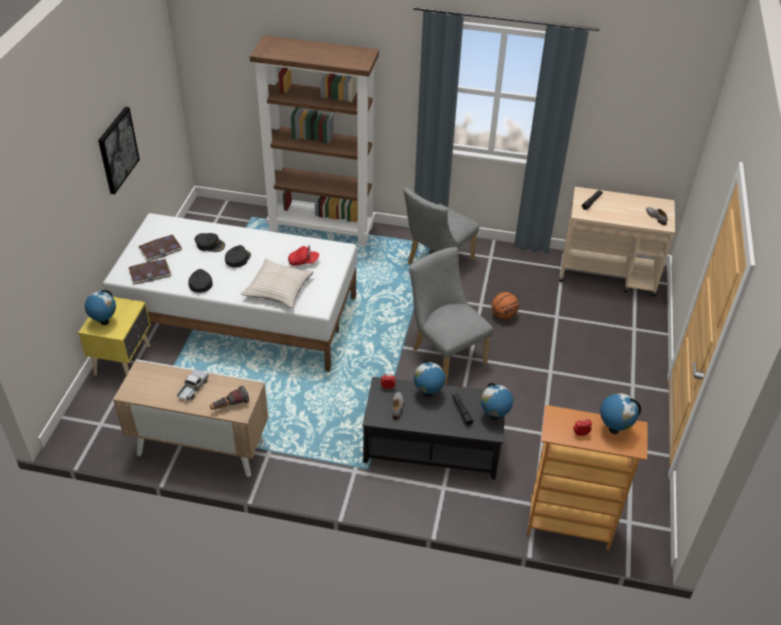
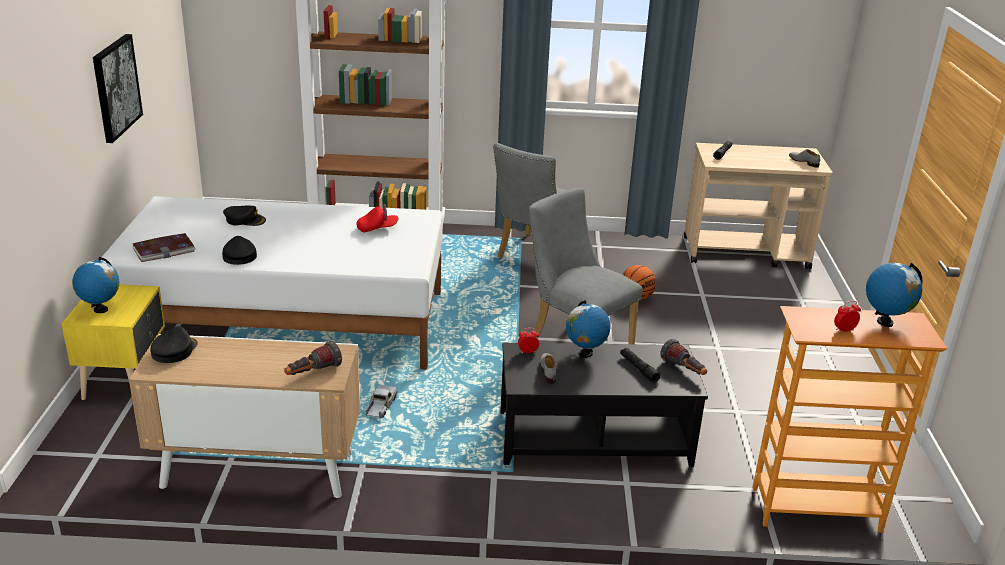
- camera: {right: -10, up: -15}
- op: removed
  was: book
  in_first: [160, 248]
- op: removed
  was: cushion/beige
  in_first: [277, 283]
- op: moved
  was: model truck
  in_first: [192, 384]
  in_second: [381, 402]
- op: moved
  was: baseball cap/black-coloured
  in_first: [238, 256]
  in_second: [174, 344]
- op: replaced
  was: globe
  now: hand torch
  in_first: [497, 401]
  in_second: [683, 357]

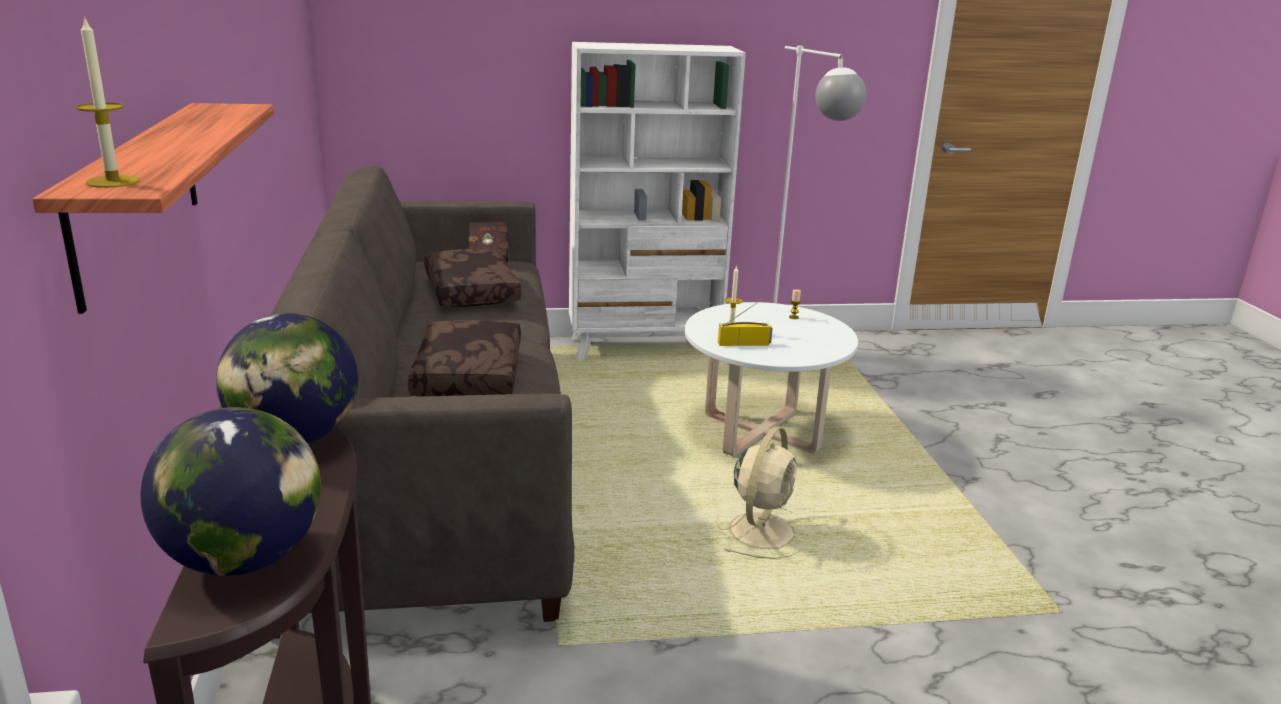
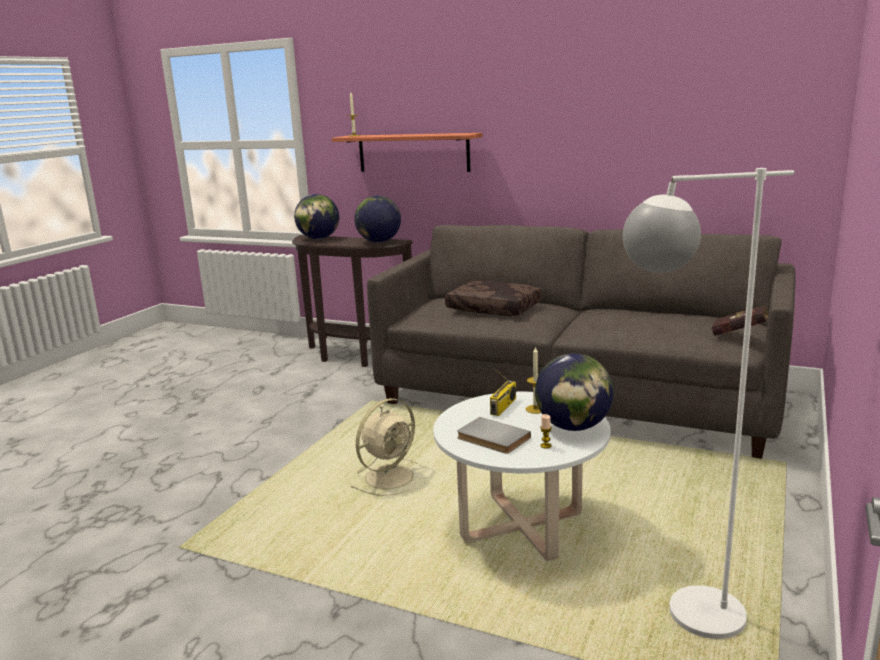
- camera: {right: 125, up: -5}
- op: removed
  was: cushion/brown-coloured
  in_first: [472, 277]
- op: removed
  was: bookcase/white
  in_first: [657, 201]
- op: added
  now: book/greyish
  in_second: [494, 435]
- op: added
  now: globe
  in_second: [574, 392]
- op: turned
  was: electric fan/beige
  in_first: [762, 492]
  in_second: [388, 447]
  clockwise: -105

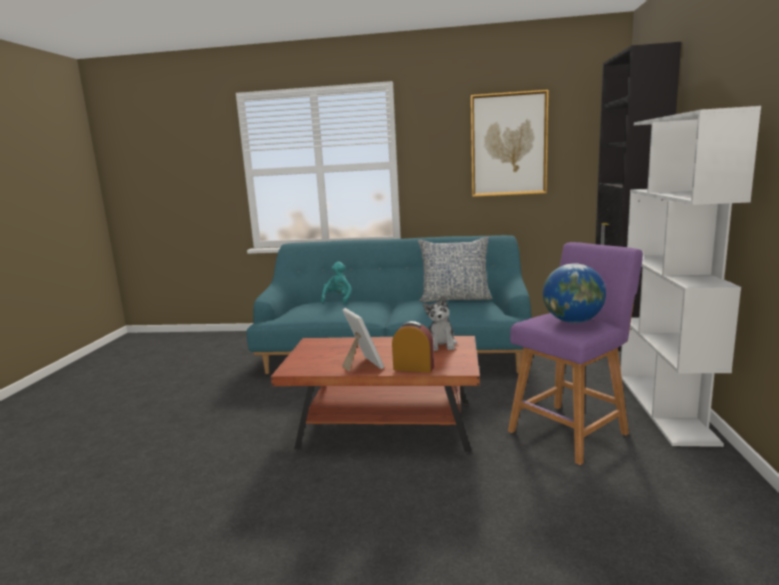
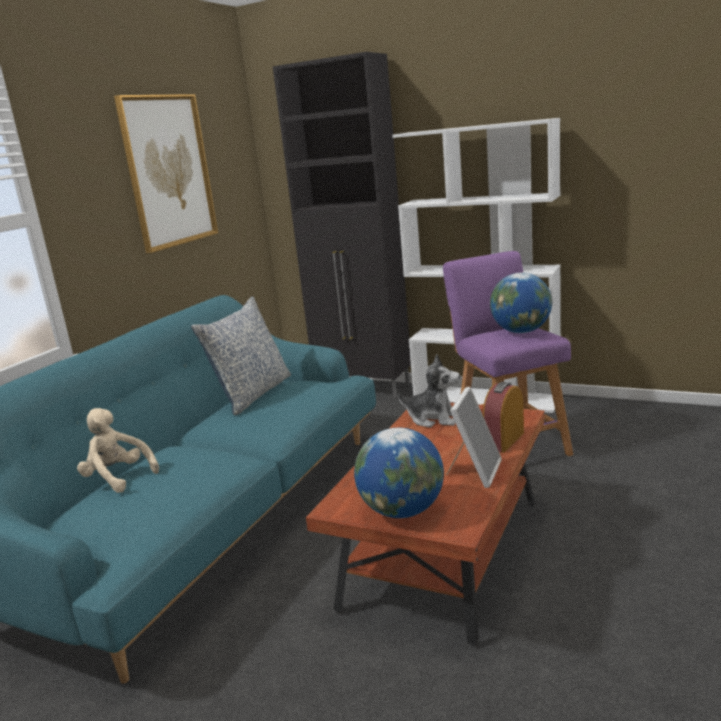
- camera: {right: -70, up: 5}
- op: added
  now: globe
  in_second: [399, 473]
- op: recoloured
  was: cuddly toy/turquoise-coloured
  now: cuddly toy/beige
  in_first: [336, 283]
  in_second: [118, 450]
- op: turned
  was: photo frame
  in_first: [363, 340]
  in_second: [474, 437]
  clockwise: 120

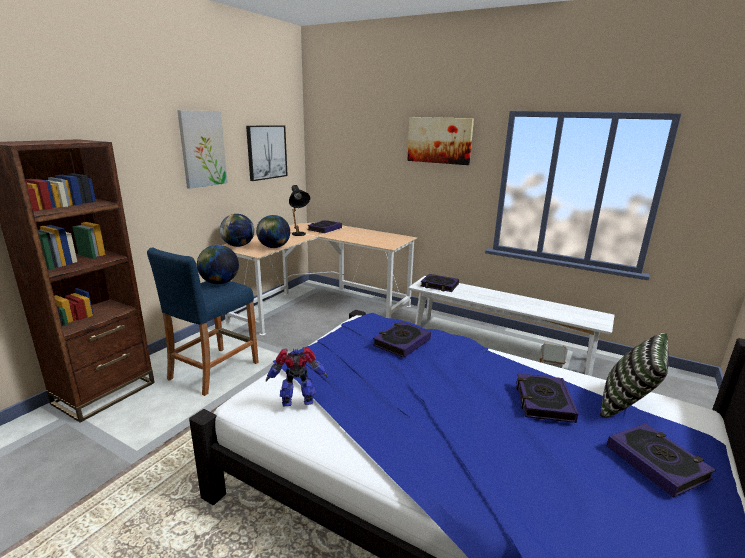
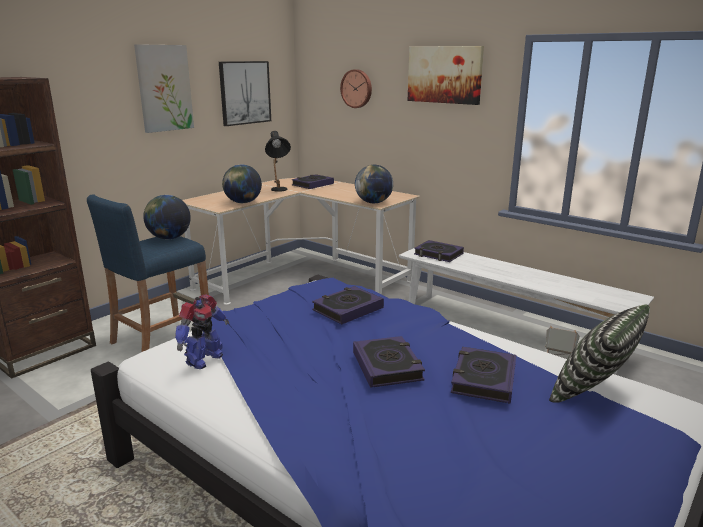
- camera: {right: 10, up: 0}
- op: added
  now: wall clock
  in_second: [356, 88]
- op: moved
  was: globe
  in_first: [237, 230]
  in_second: [374, 184]
- op: moved
  was: book
  in_first: [661, 460]
  in_second: [389, 362]
- op: turned
  was: toy robot
  in_first: [297, 377]
  in_second: [202, 331]
  clockwise: 120

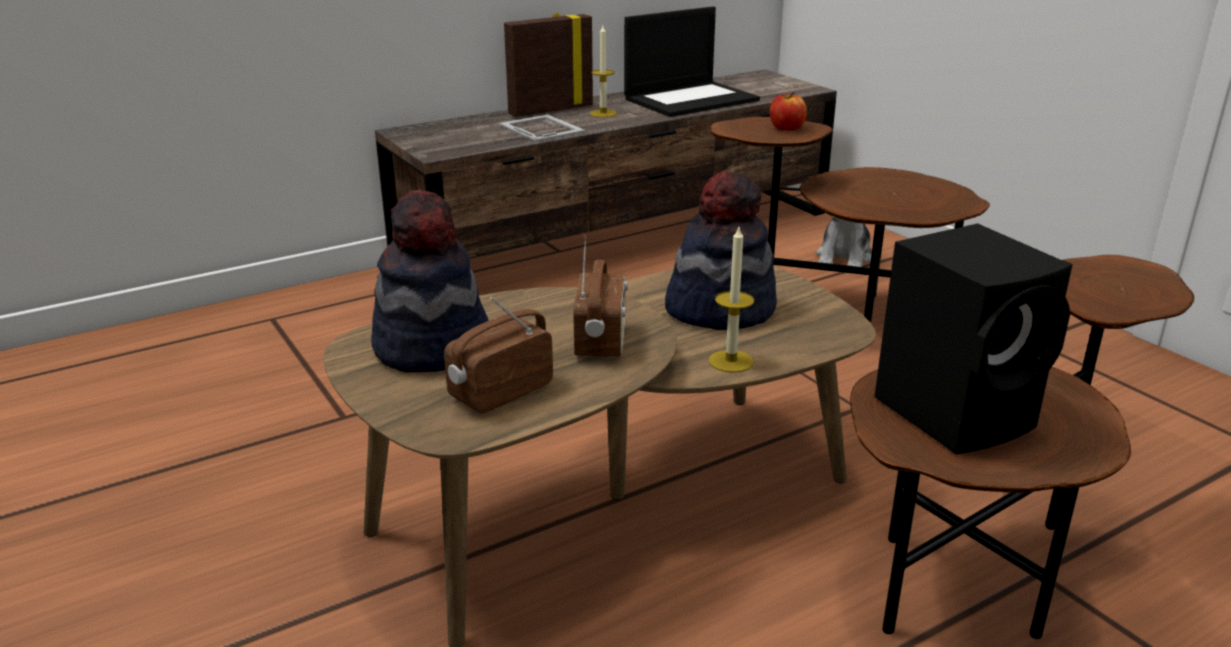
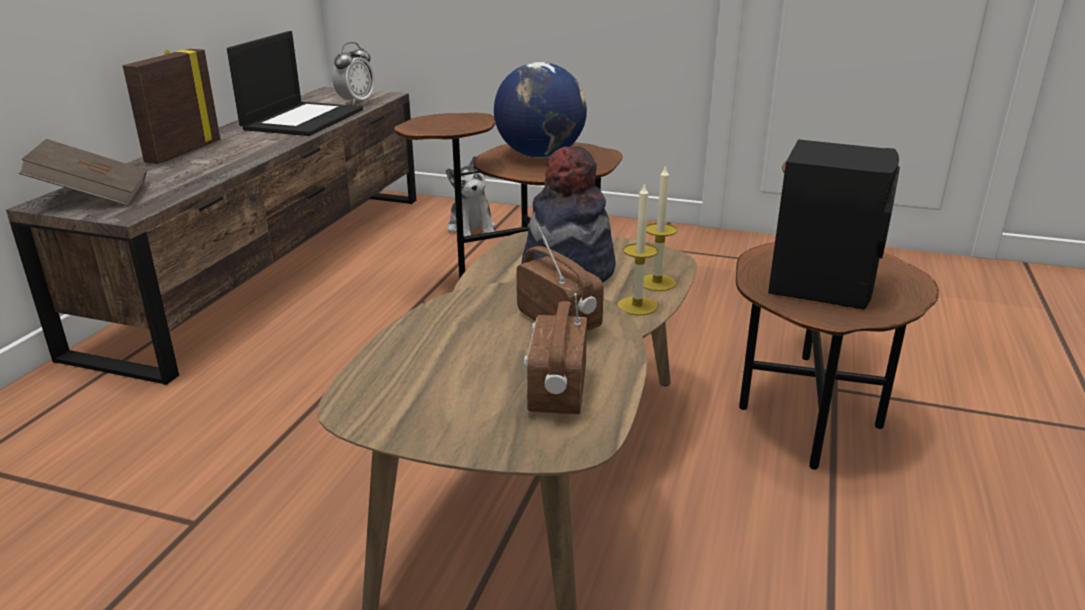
- camera: {right: -40, up: 0}
- op: removed
  was: clothing hat
  in_first: [430, 281]
- op: removed
  was: photo frame
  in_first: [542, 128]
- op: removed
  was: apple fruit
  in_first: [788, 111]
- op: added
  now: book/brown-coloured
  in_second: [83, 172]
- op: added
  now: alarm clock
  in_second: [353, 73]
- op: added
  now: globe
  in_second: [540, 110]
- op: moved
  was: wax light
  in_first: [603, 71]
  in_second: [660, 228]

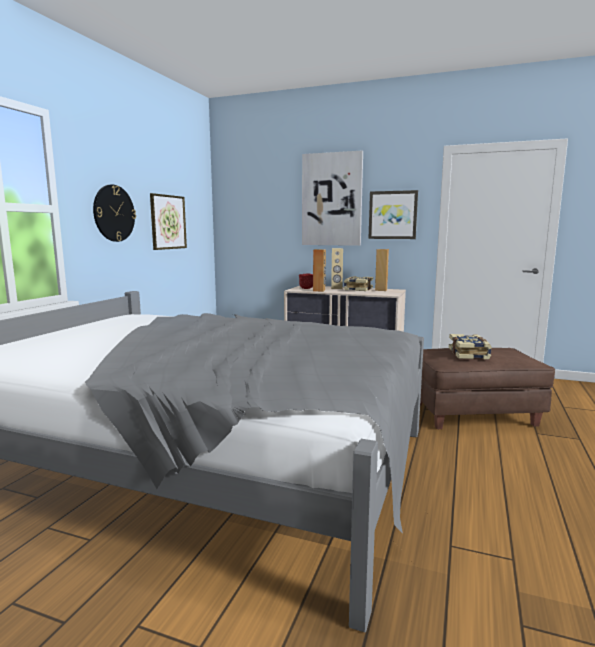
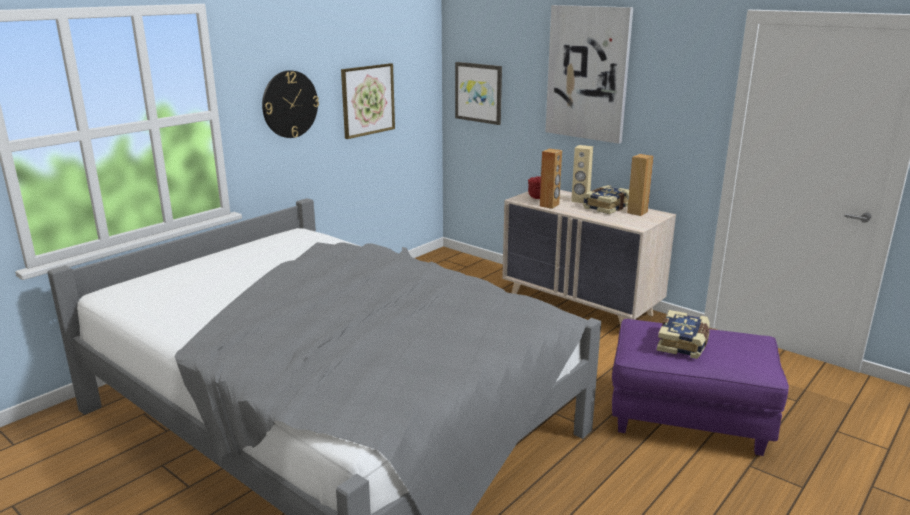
- camera: {right: 20, up: 10}
- op: moved
  was: wall art
  in_first: [393, 214]
  in_second: [478, 93]
- op: recoloured
  was: pouffe/brown-coloured
  now: pouffe/purple
  in_first: [487, 388]
  in_second: [700, 387]

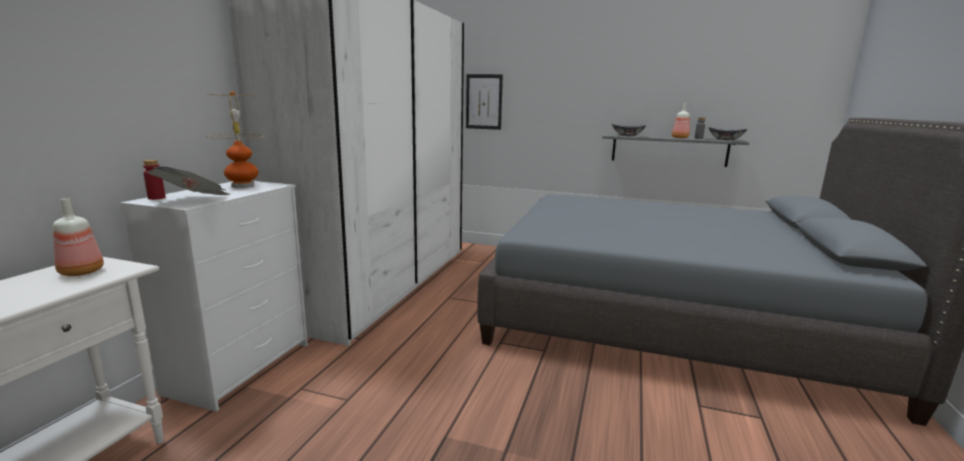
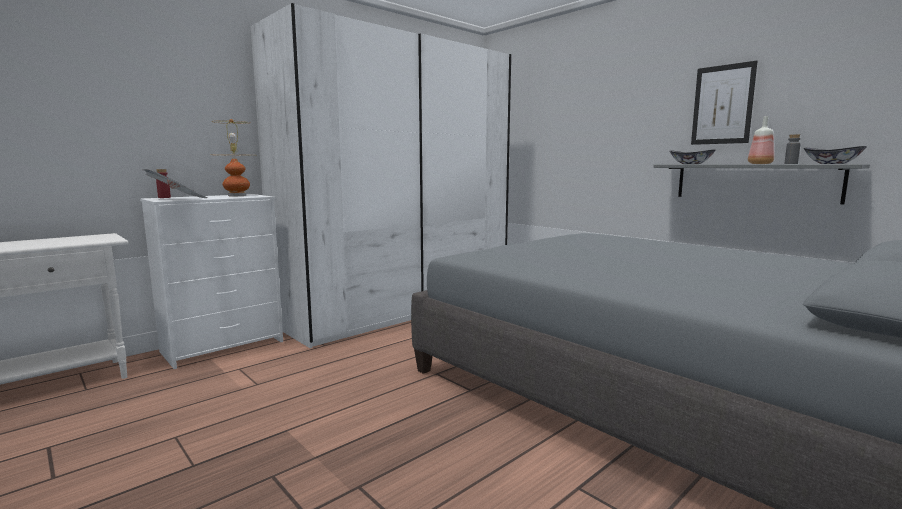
- camera: {right: 30, up: -5}
- op: removed
  was: drink bottle
  in_first: [78, 237]
- op: moved
  was: wall art
  in_first: [484, 102]
  in_second: [724, 103]

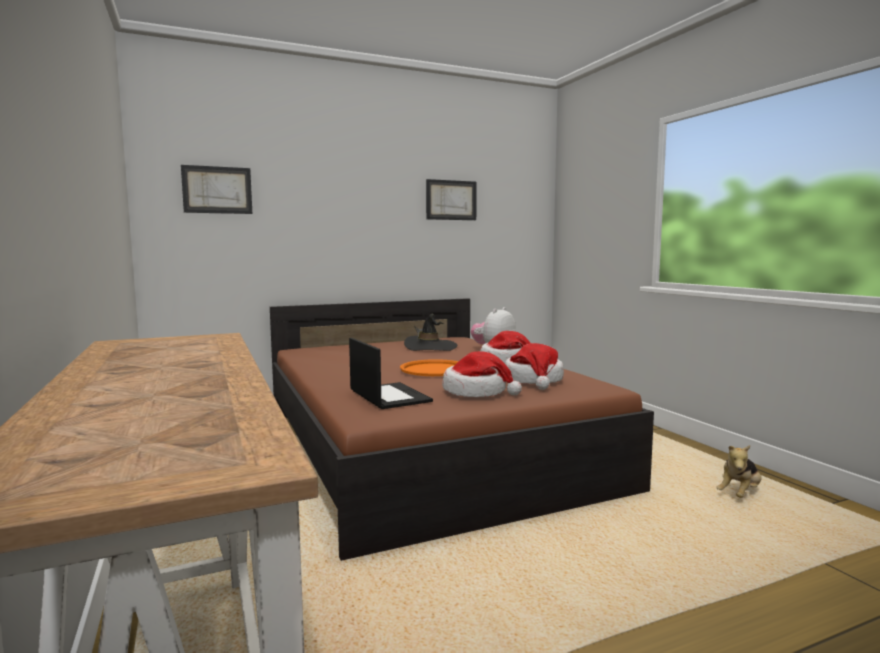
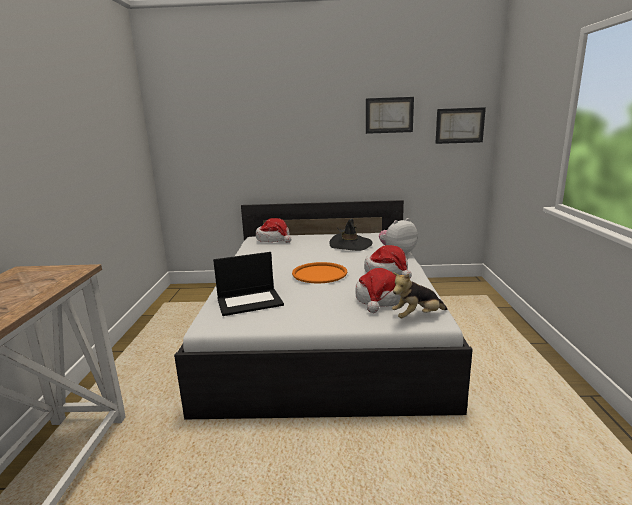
- camera: {right: 25, up: 10}
- op: moved
  was: wall art
  in_first: [216, 189]
  in_second: [460, 125]
- op: moved
  was: clothing hat
  in_first: [482, 374]
  in_second: [273, 230]
- op: moved
  was: cuddly toy
  in_first: [739, 471]
  in_second: [419, 295]
- op: recoloured
  was: bed/brown-coloured
  now: bed/white
  in_first: [462, 429]
  in_second: [323, 310]
- op: turned
  was: portable computer
  in_first: [391, 373]
  in_second: [248, 284]
  clockwise: 75

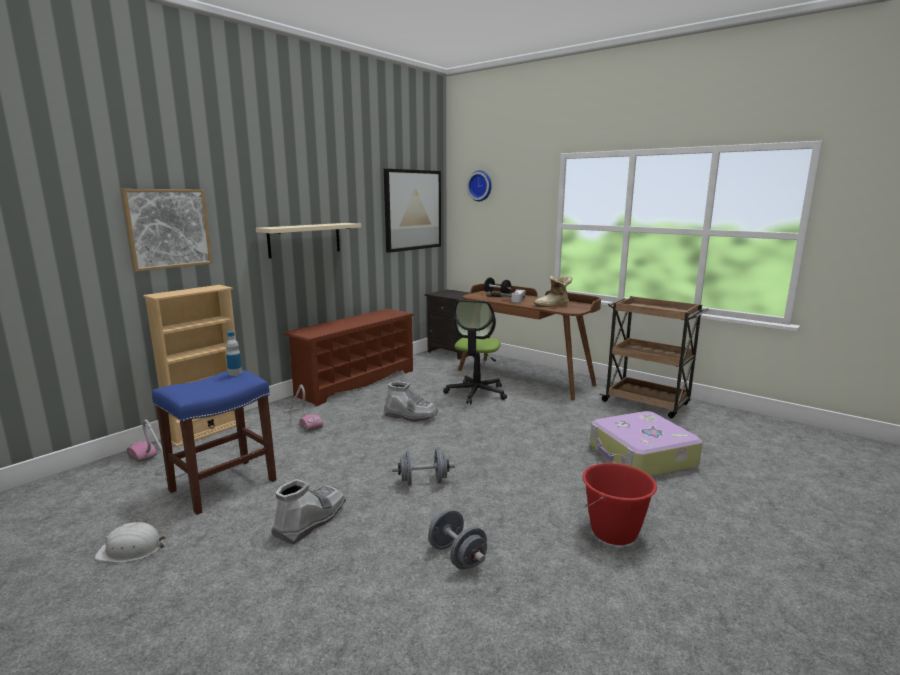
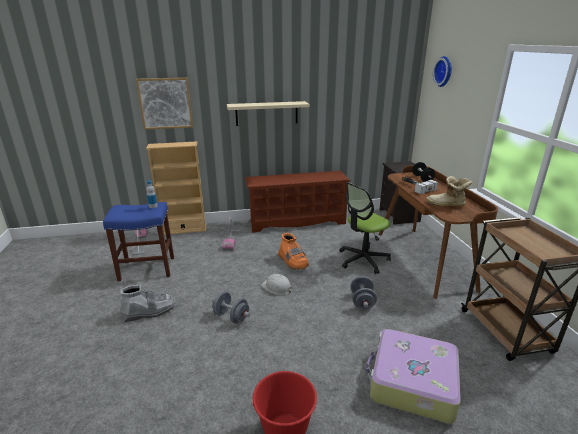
- camera: {right: 40, up: 10}
- op: removed
  was: wall art
  in_first: [412, 211]
- op: moved
  was: work helmet/white
  in_first: [130, 542]
  in_second: [277, 284]
- op: moved
  was: dumbbell/greyish
  in_first: [457, 539]
  in_second: [363, 292]
- op: recoloured
  was: boot/greyish
  now: boot/orange
  in_first: [411, 402]
  in_second: [293, 251]

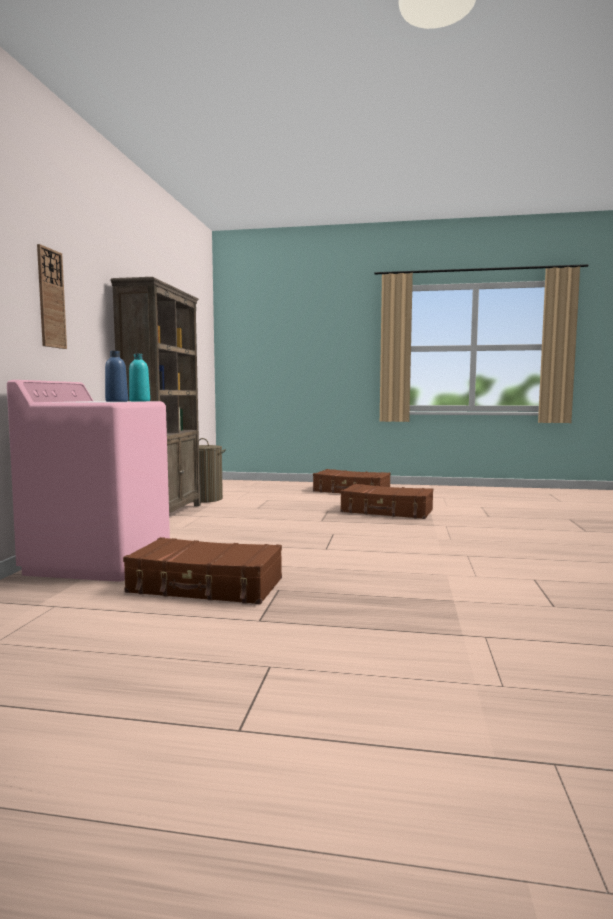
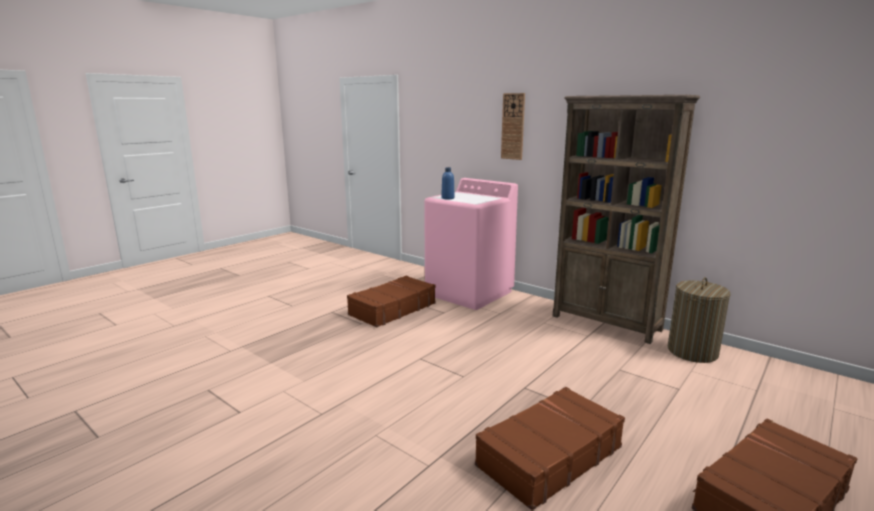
- camera: {right: 120, up: 10}
- op: removed
  was: drink bottle/turquoise-coloured
  in_first: [139, 377]

